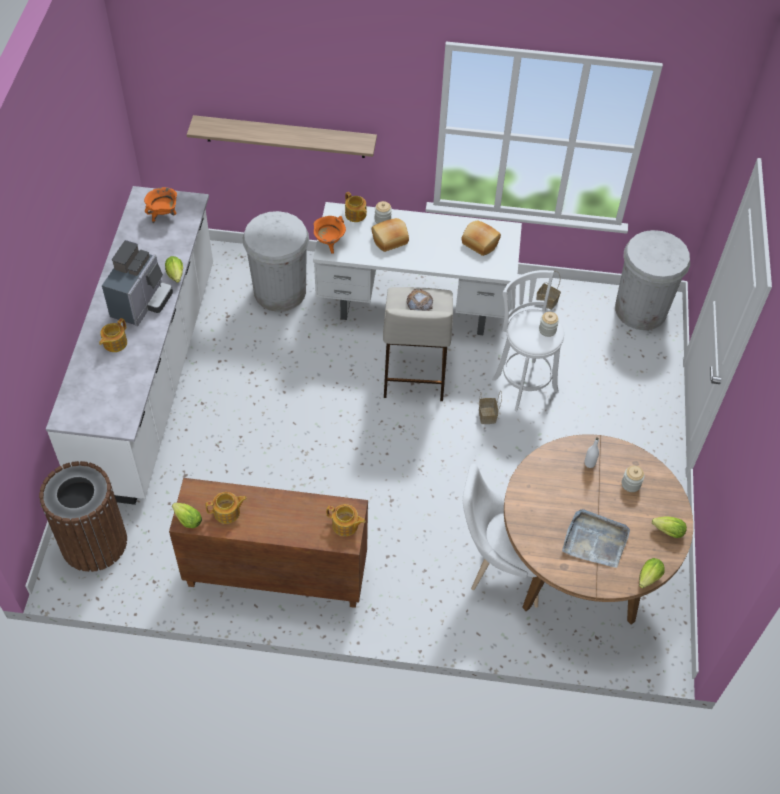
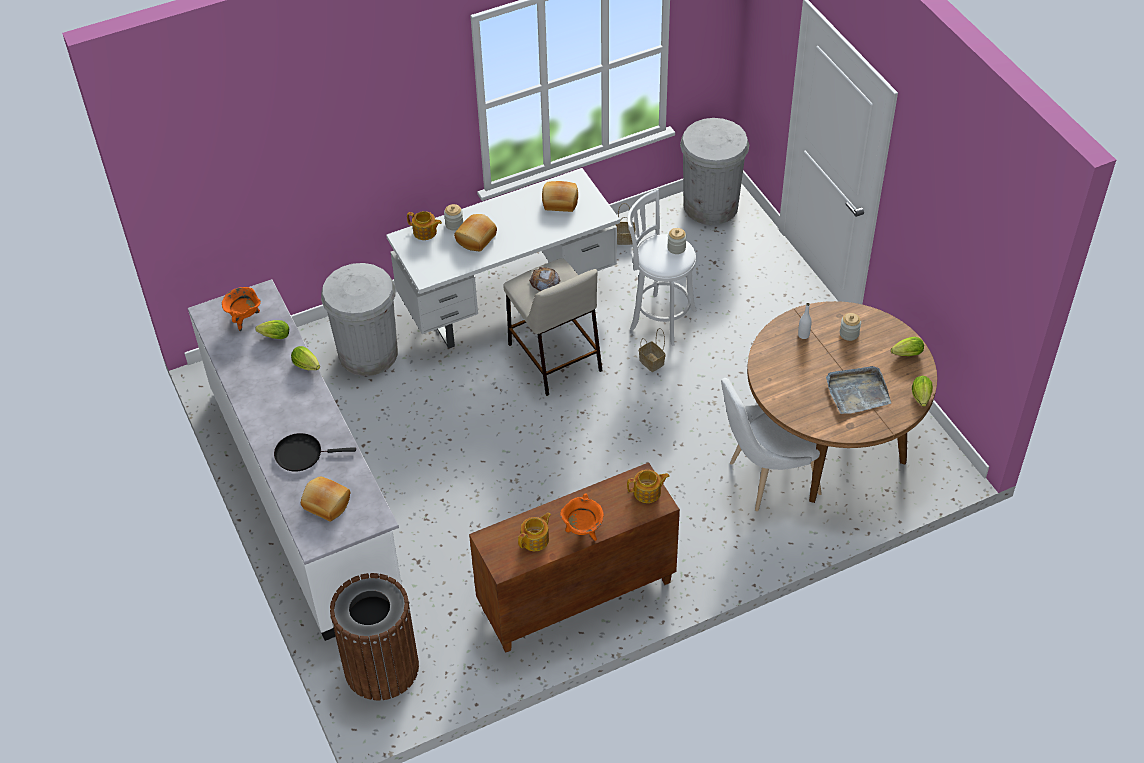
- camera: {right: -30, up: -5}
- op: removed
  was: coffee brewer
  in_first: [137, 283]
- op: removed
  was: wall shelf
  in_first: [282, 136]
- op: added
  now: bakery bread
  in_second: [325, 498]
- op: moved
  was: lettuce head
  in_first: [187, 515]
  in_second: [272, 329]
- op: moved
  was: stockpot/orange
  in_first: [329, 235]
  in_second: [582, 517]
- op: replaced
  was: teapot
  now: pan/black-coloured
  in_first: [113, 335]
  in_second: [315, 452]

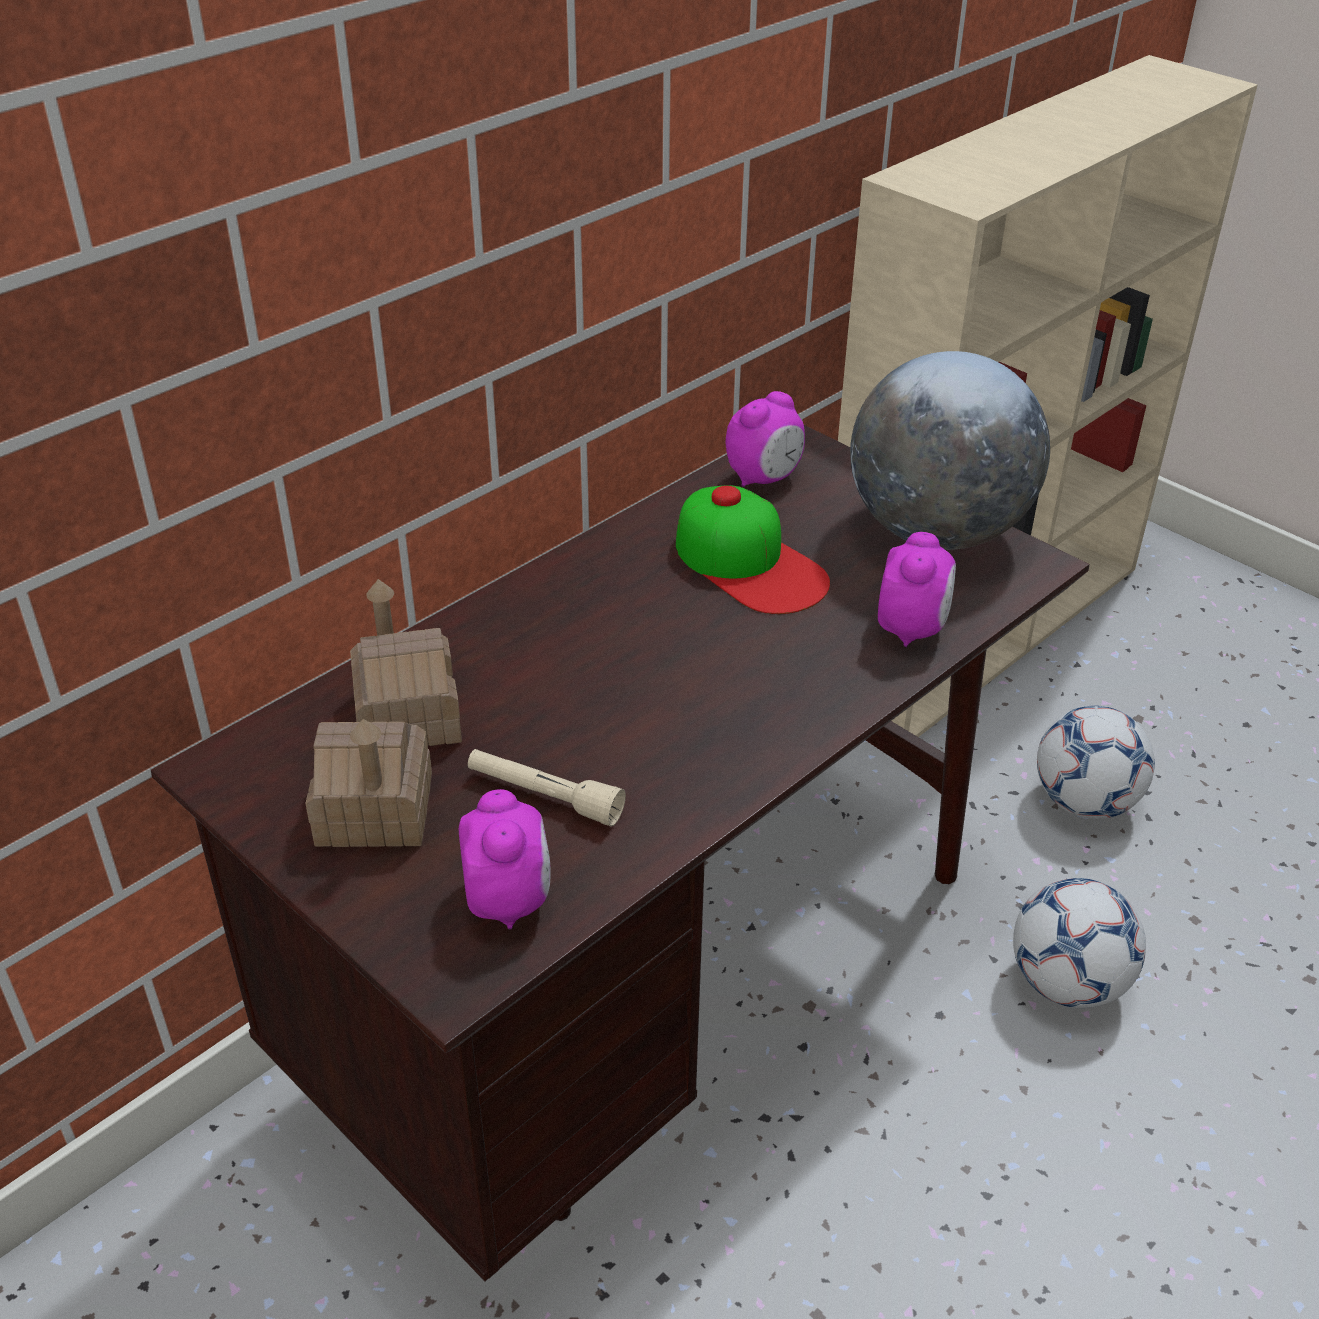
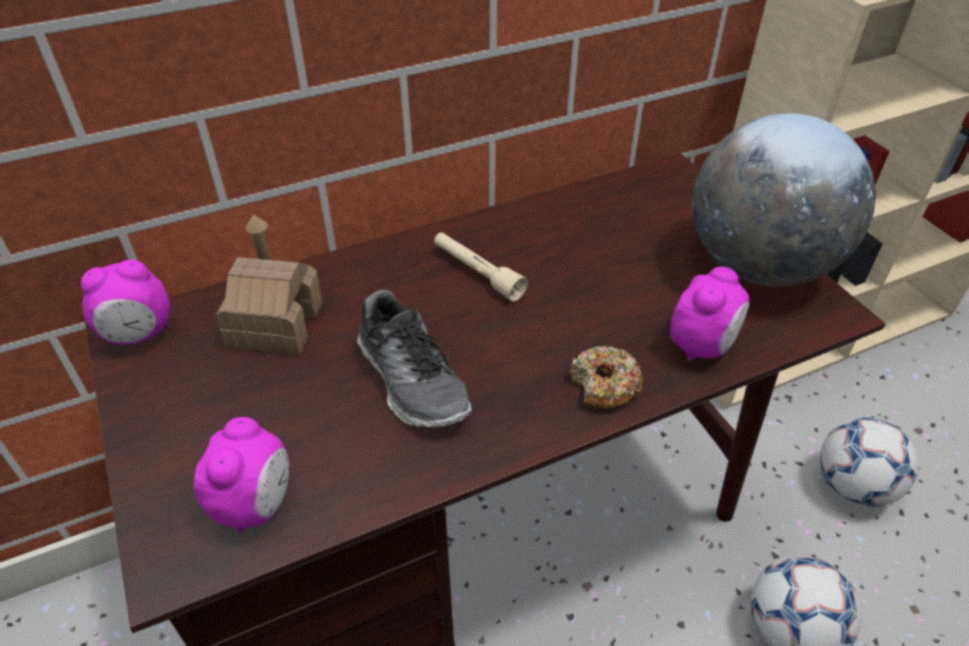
- camera: {right: 20, up: 5}
- op: removed
  was: toy house
  in_first: [368, 783]
- op: removed
  was: baseball cap
  in_first: [753, 549]
- op: added
  now: item of footwear
  in_second: [414, 358]
- op: added
  now: donut
  in_second: [606, 377]
- op: moved
  was: hand torch/beige
  in_first: [547, 787]
  in_second: [481, 267]
- op: moved
  was: alarm clock
  in_first: [765, 439]
  in_second: [125, 302]

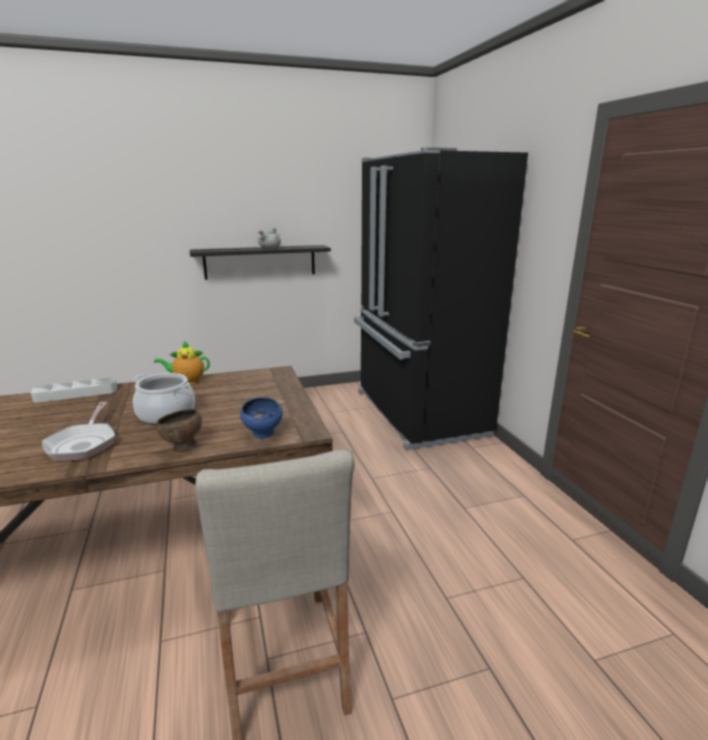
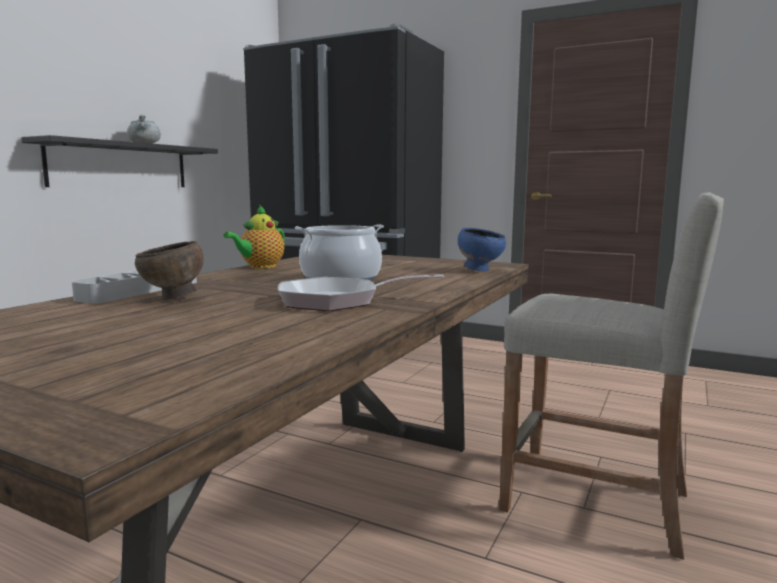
- camera: {right: -45, up: -10}
- op: moved
  was: serving bowl/brown-coloured
  in_first: [179, 430]
  in_second: [169, 270]
- op: turned
  was: pan
  in_first: [78, 431]
  in_second: [361, 292]
  clockwise: 135

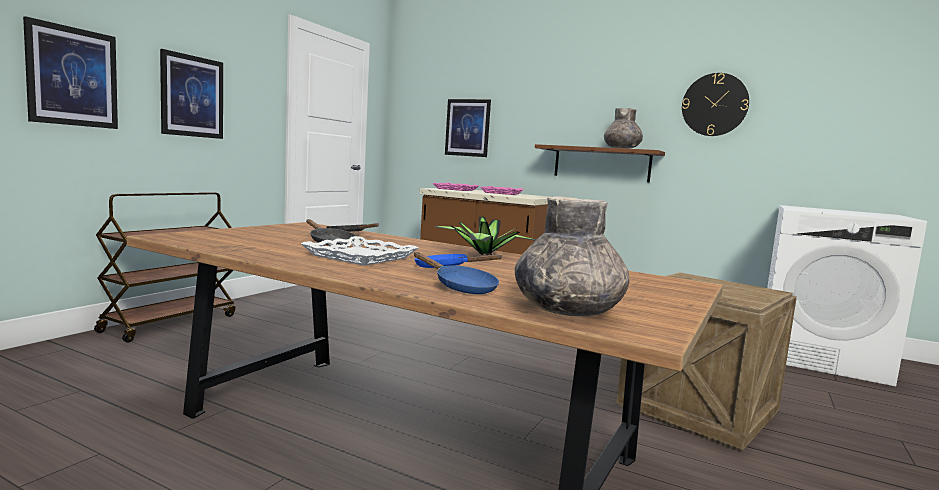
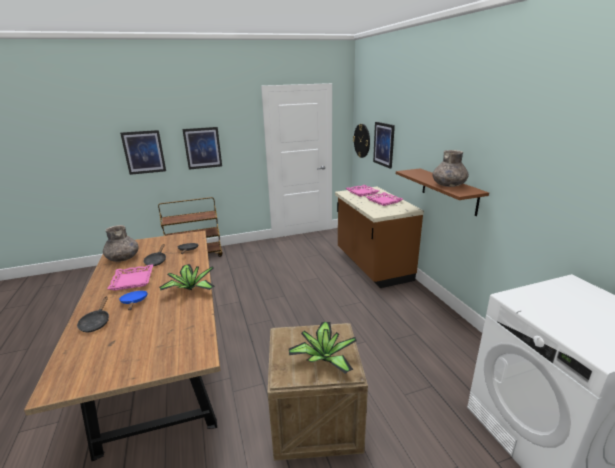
- camera: {right: 45, up: 15}
- op: added
  now: houseplant
  in_second: [323, 348]
- op: moved
  was: flower vase/greyish
  in_first: [572, 256]
  in_second: [120, 243]
- op: moved
  was: wall clock
  in_first: [715, 104]
  in_second: [361, 141]
- op: recoloured
  was: carrying tray/white
  now: carrying tray/pinkish
  in_first: [359, 251]
  in_second: [130, 278]
- op: recoloured
  was: pan/blue
  now: pan/black-coloured
  in_first: [456, 273]
  in_second: [93, 314]

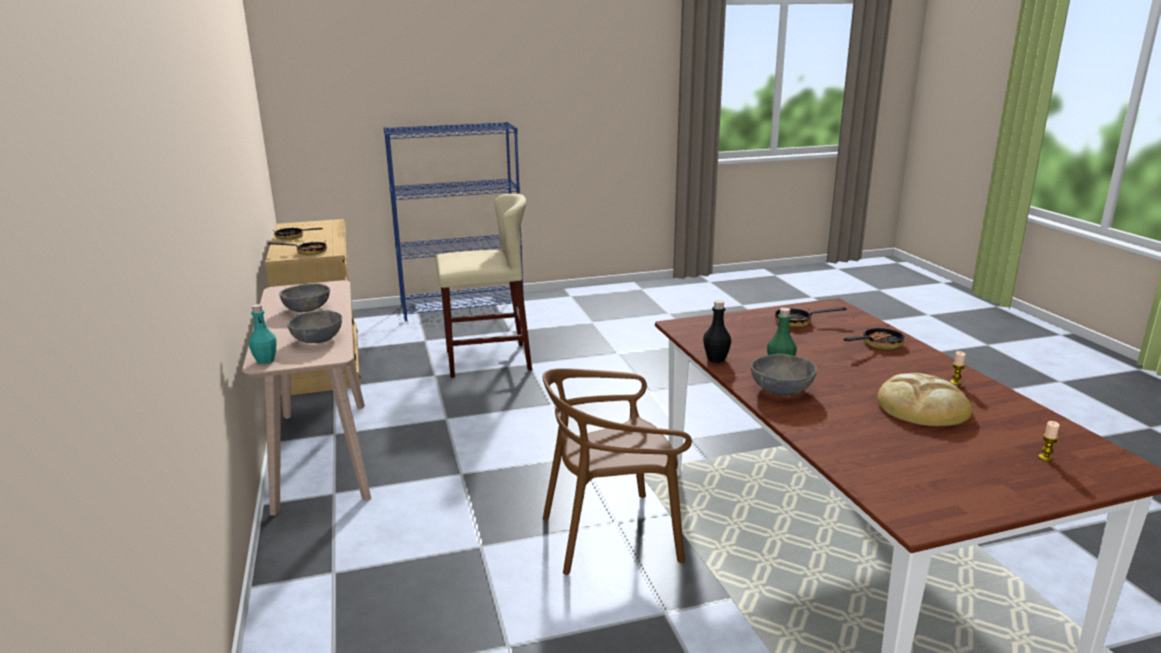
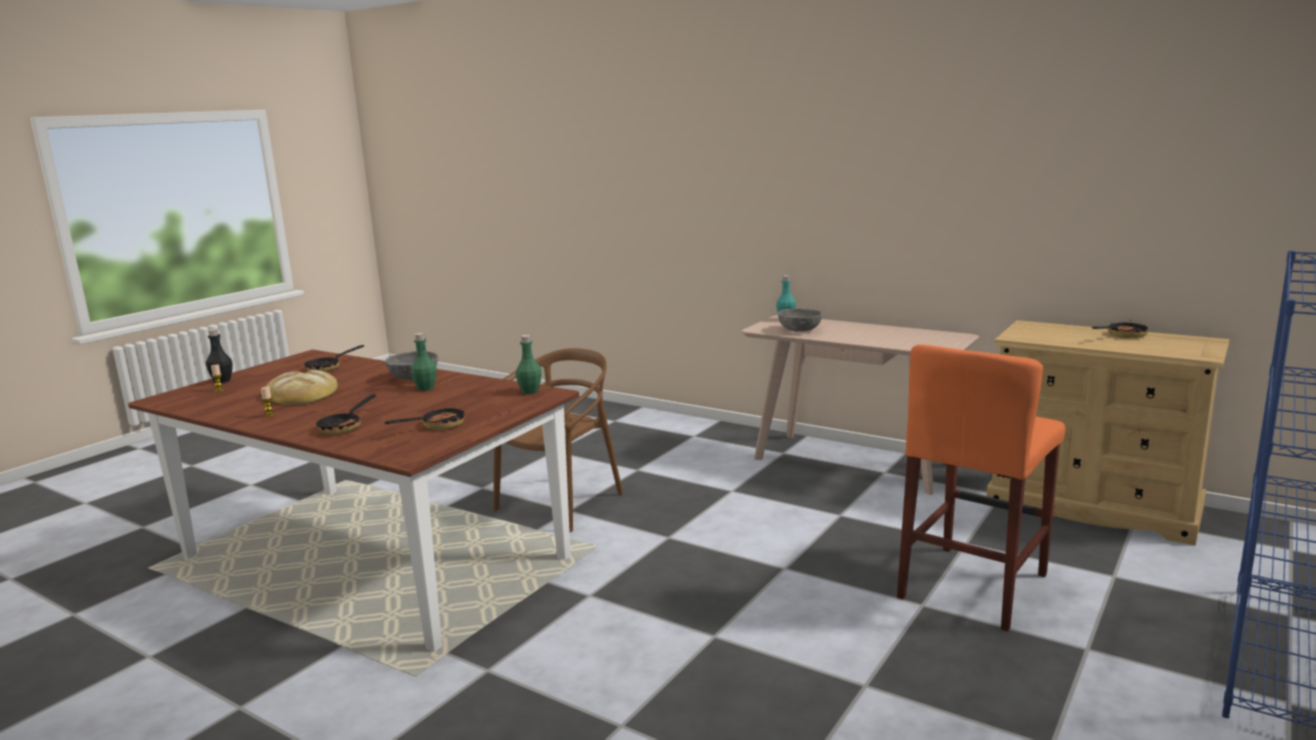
- camera: {right: 140, up: -5}
- op: removed
  was: serving bowl/greyish
  in_first: [304, 297]
- op: added
  now: drink bottle/greenish
  in_second: [529, 364]
- op: moved
  was: pan
  in_first: [297, 248]
  in_second: [334, 358]
- op: moved
  was: drink bottle/black-coloured
  in_first: [717, 331]
  in_second: [219, 356]
- op: recoloured
  was: stool seat/beige
  now: stool seat/orange
  in_first: [484, 286]
  in_second: [981, 488]

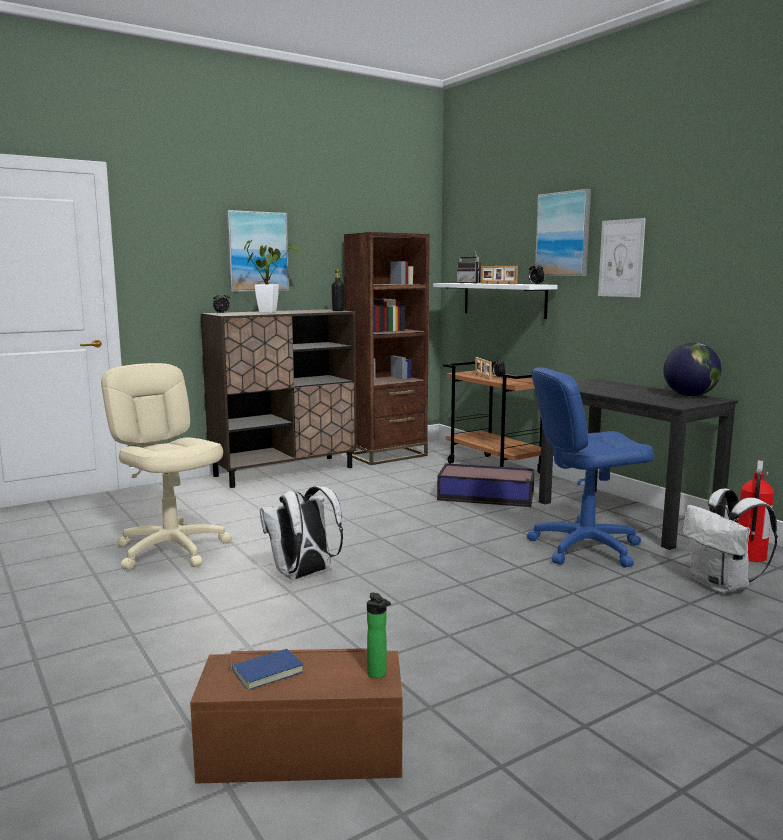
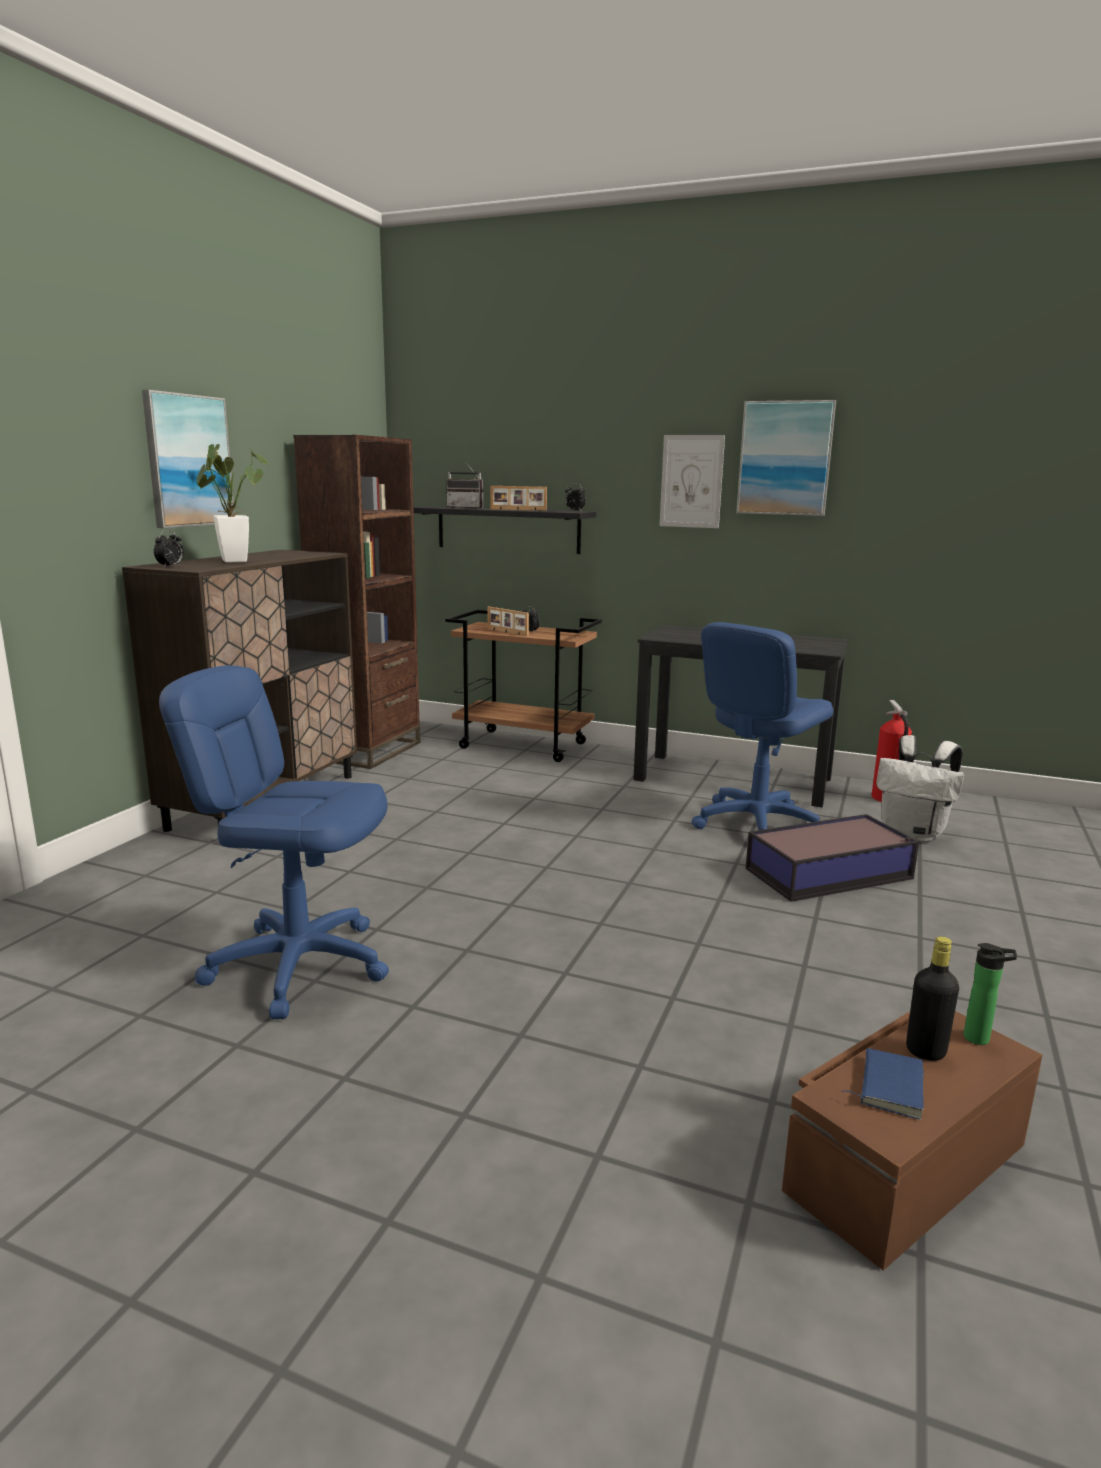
- camera: {right: -35, up: 5}
- op: removed
  was: knapsack/white
  in_first: [301, 532]
- op: removed
  was: globe
  in_first: [692, 370]
- op: moved
  was: drink bottle/black-coloured
  in_first: [337, 290]
  in_second: [932, 999]
- op: moved
  was: storage box
  in_first: [486, 485]
  in_second: [832, 858]
- op: moved
  was: wall art
  in_first: [563, 232]
  in_second: [786, 458]
- op: recoloured
  was: desk chair/beige
  now: desk chair/blue
  in_first: [166, 466]
  in_second: [274, 842]
- op: recoloured
  was: wall shelf/white
  now: wall shelf/black-coloured
  in_first: [495, 301]
  in_second: [504, 530]

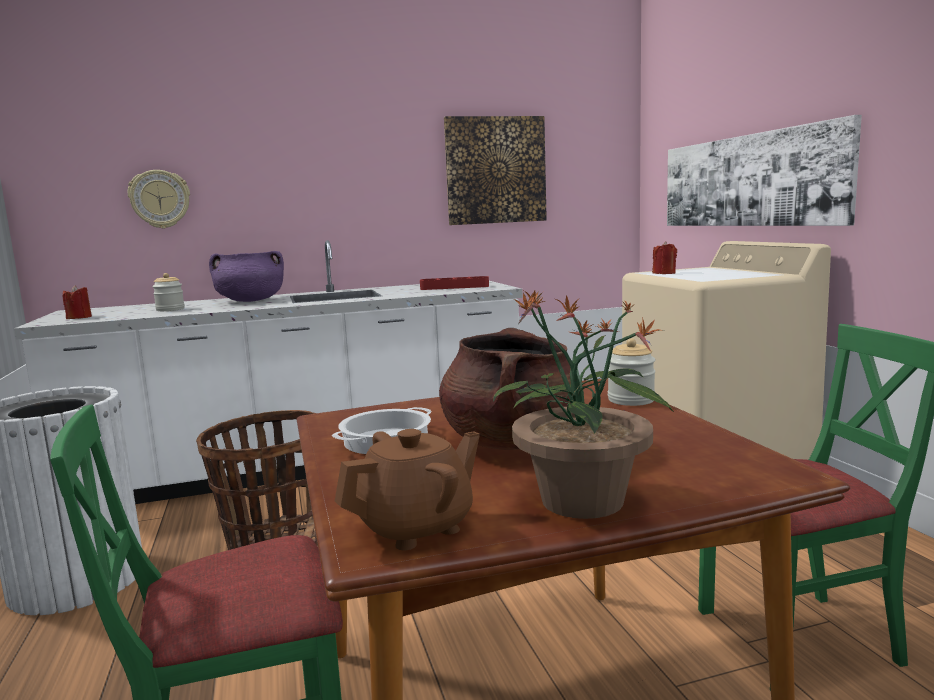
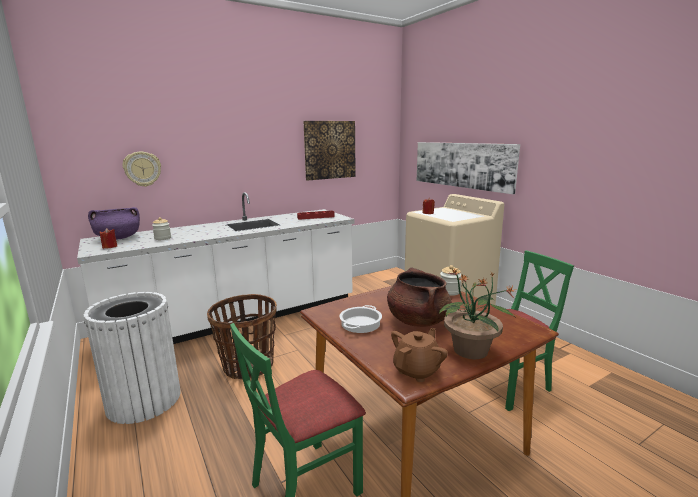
- camera: {right: -15, up: 5}
- op: moved
  was: stockpot/purple
  in_first: [246, 276]
  in_second: [114, 223]

